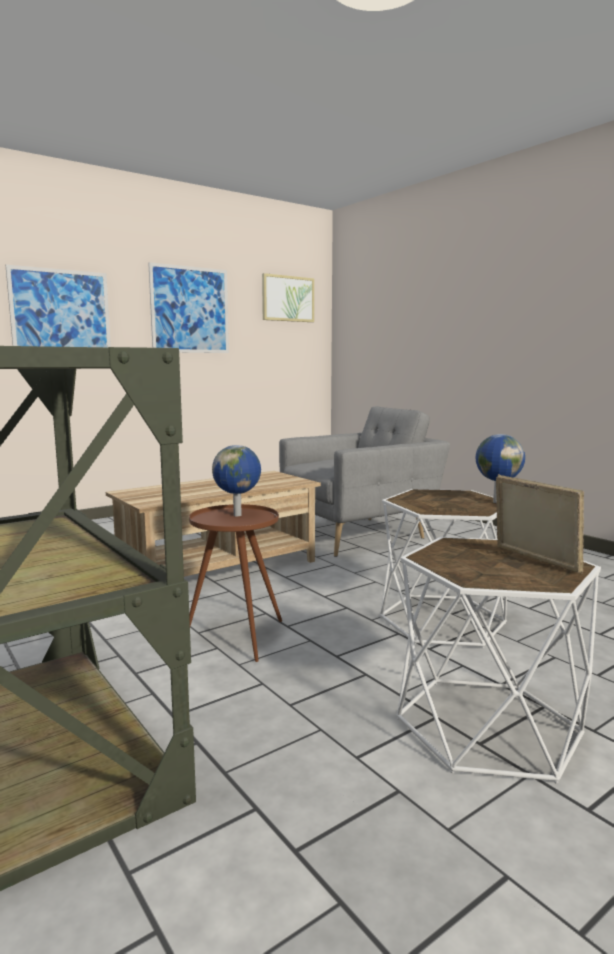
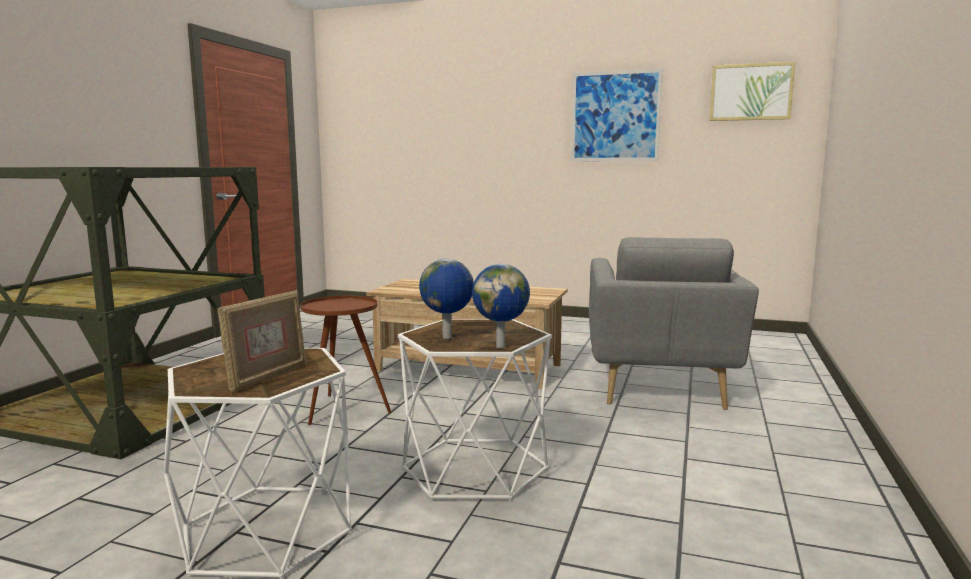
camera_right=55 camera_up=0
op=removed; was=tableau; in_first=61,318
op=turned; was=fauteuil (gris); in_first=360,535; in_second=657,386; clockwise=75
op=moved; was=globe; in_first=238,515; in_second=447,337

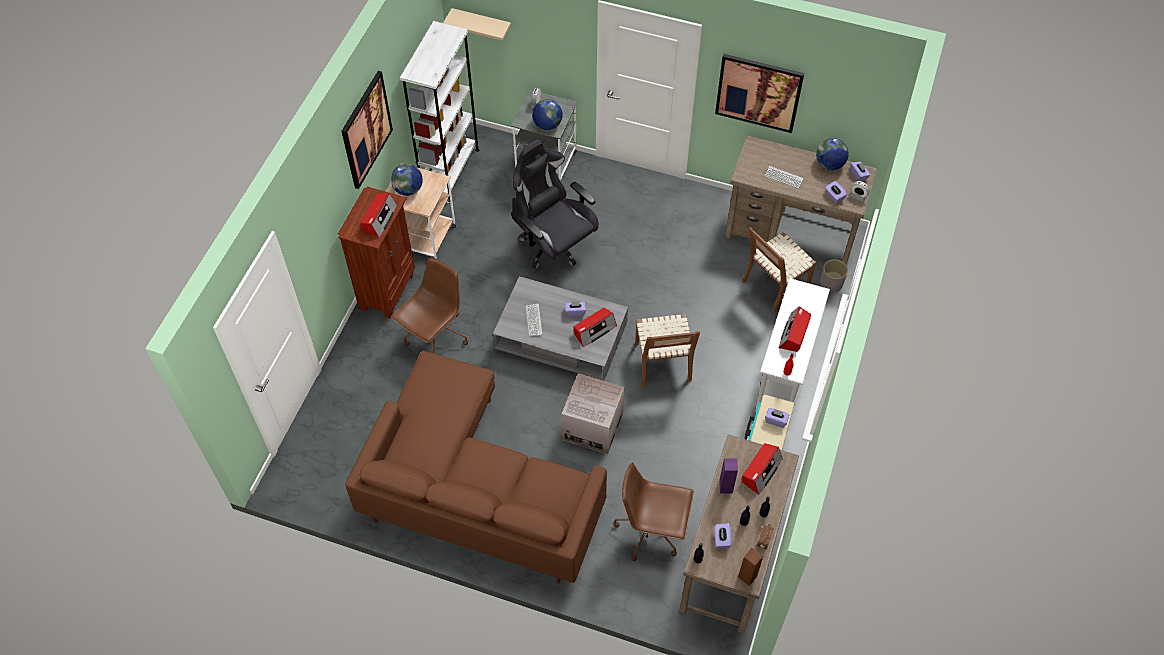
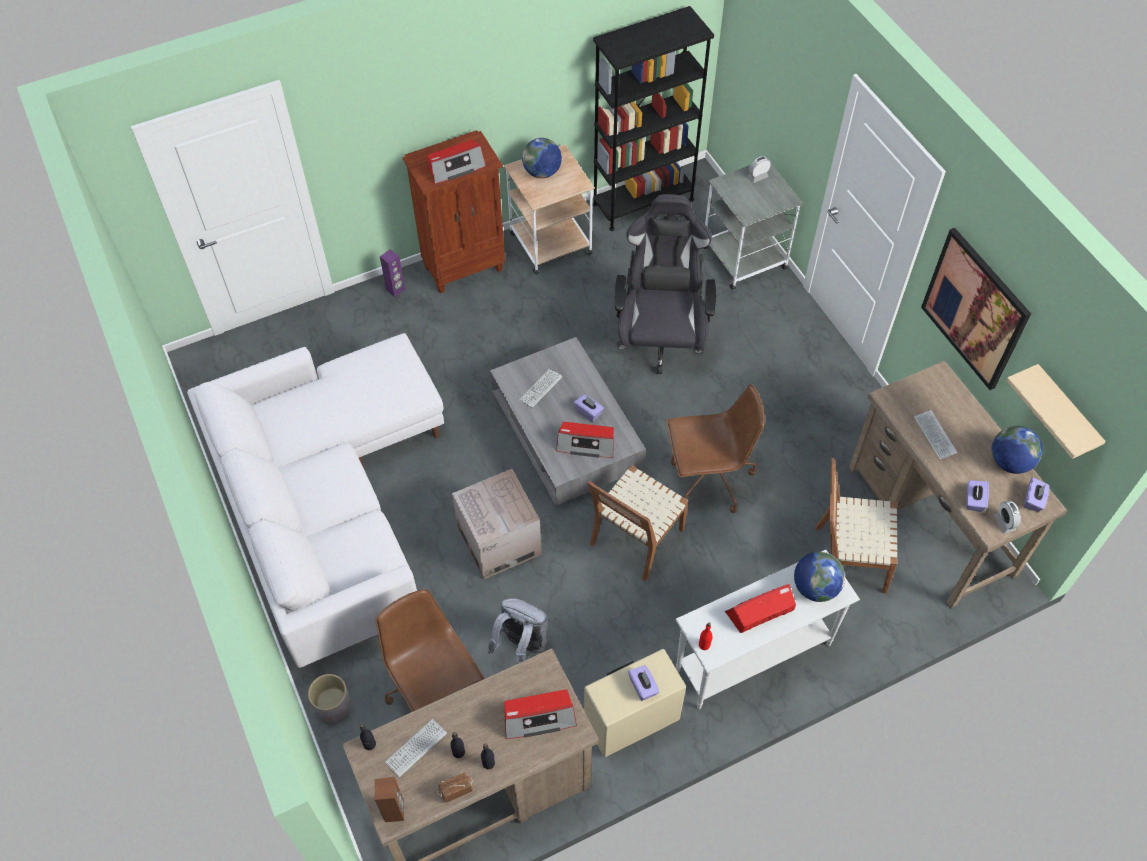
camera_right=45 camera_up=0
op=moved; was=étagère (beige); in_first=481,24; in_second=1064,413
op=recoloured; was=bibliothèque (blanc); now=bibliothèque (noir); in_first=450,172; in_second=643,202
op=removed; was=tableau; in_first=366,130
op=moved; was=globe; in_first=547,125; in_second=815,587
op=moved; was=chaise de bureau (marron); in_first=435,338; in_second=707,480
op=moved; was=cache-pot (gris); in_first=831,284; in_second=333,706
op=recoloured; was=canapé (marron); now=canapé (blanc); in_first=474,489; in_second=331,504
op=moved; was=enceinte (violet); in_first=726,487; in_second=396,289
op=replaced; was=boîte à mouchoirs (violet); now=clavier; in_first=722,539; in_second=416,748
op=added; now=sac à dos (gris); in_second=521,647

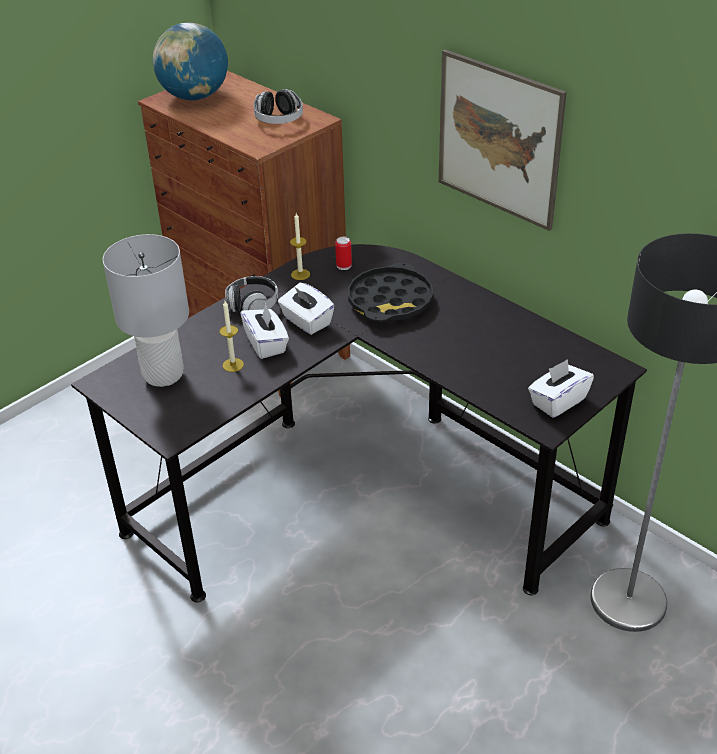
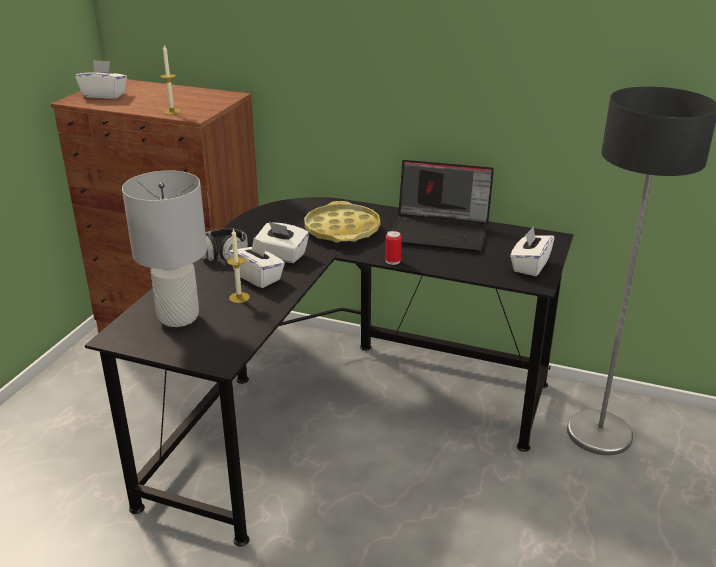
camera_right=-25 camera_up=-10
op=replaced; was=globe; now=boîte à mouchoirs (blanc); in_first=195,96; in_second=104,95
op=removed; was=tableau; in_first=499,139
op=removed; was=casque audio; in_first=279,120
op=moved; was=bougie; in_first=300,274; in_second=172,112
op=moved; was=boîte métallique; in_first=344,266; in_second=393,261
op=recoloured; was=plateau (noir); now=plateau (jaune); in_first=390,301; in_second=342,229
op=added; now=ordinateur portable; in_second=441,232

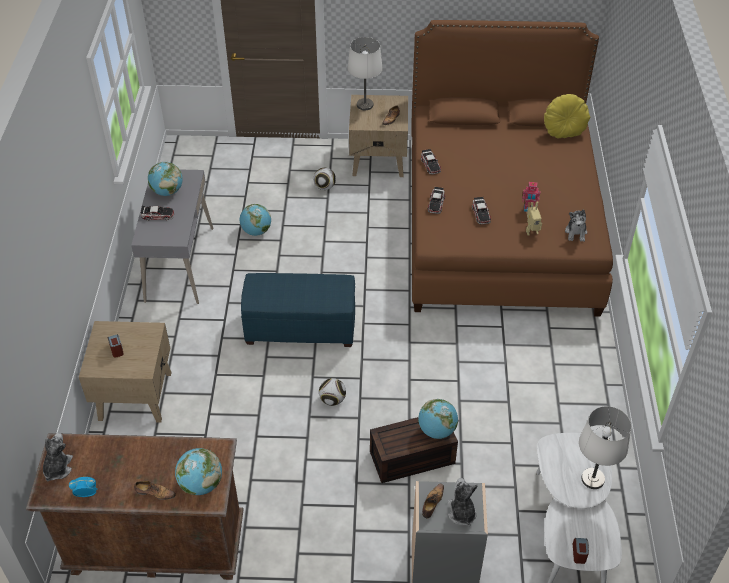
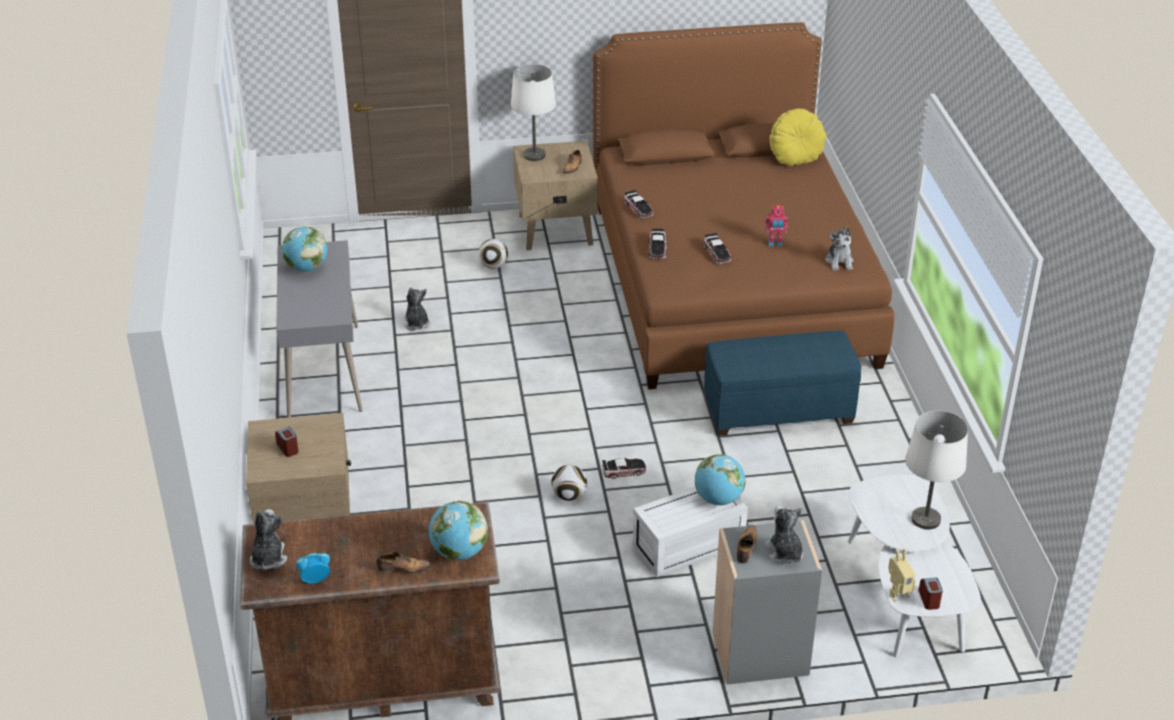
camera_right=-10 camera_up=-10
op=moved; was=robot jouet; in_first=531,231; in_second=897,593
op=replaced; was=globe; now=peluche; in_first=256,231; in_second=416,324
op=moved; was=petite voiture; in_first=158,215; in_second=623,471
op=moved; was=pouf (bleu); in_first=301,327; in_second=778,409
op=recoloured; was=boîte de rangement (marron); now=boîte de rangement (blanc); in_first=411,459; in_second=688,546

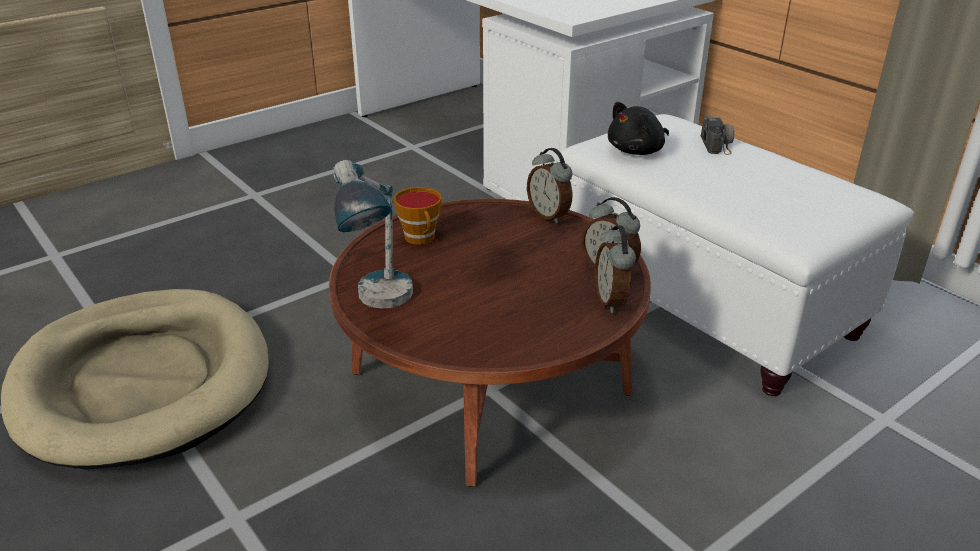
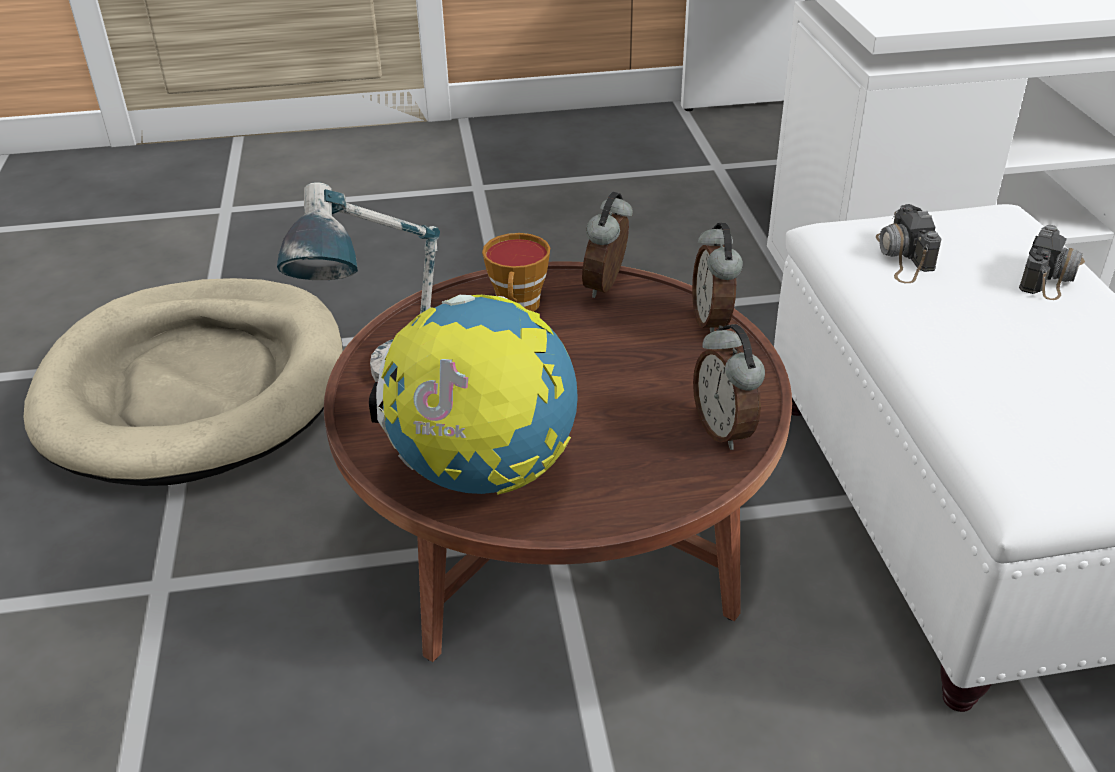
camera_right=30 camera_up=5
op=replaced; was=peluche (noir); now=appareil photo; in_first=637,151; in_second=903,256
op=moved; was=réveil; in_first=611,301; in_second=608,286
op=added; now=globe; in_second=483,472

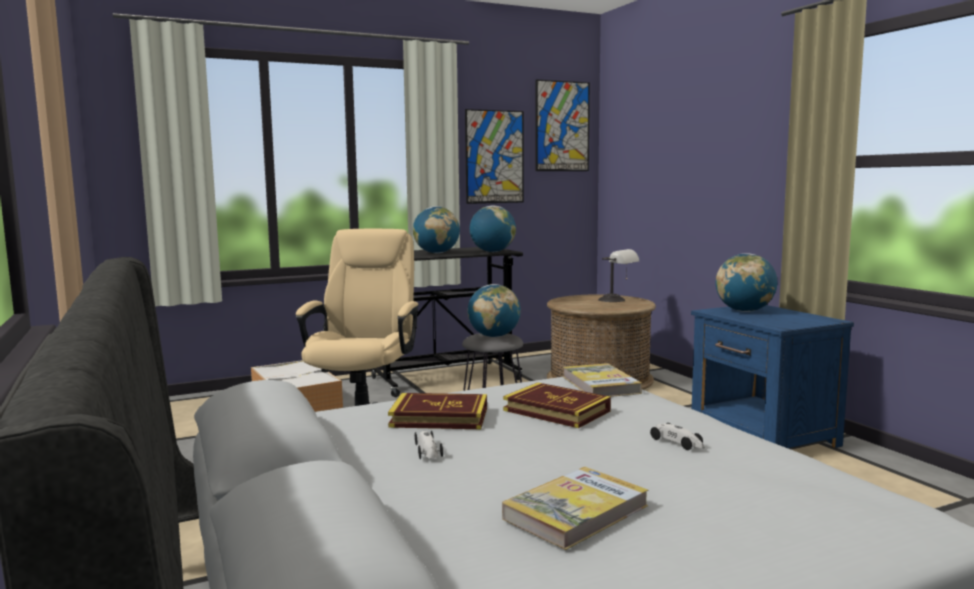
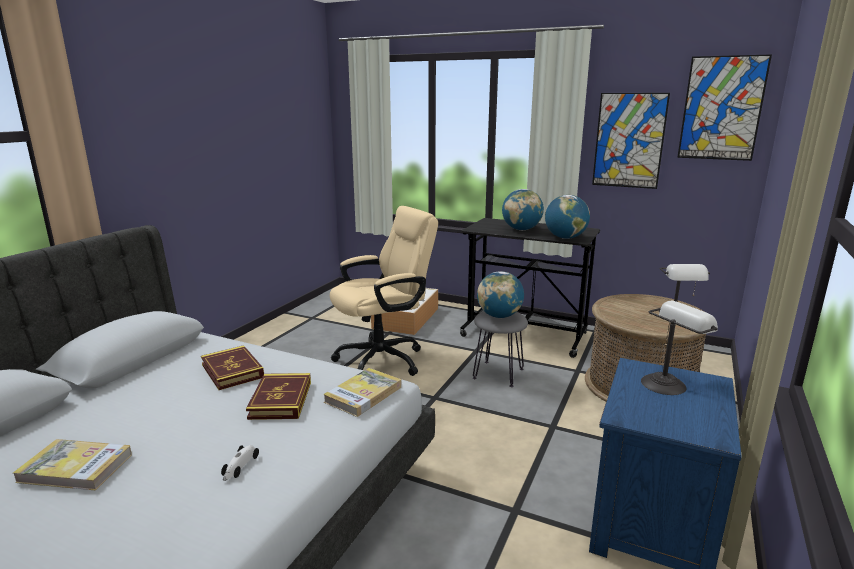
camera_right=50 camera_up=10
op=replaced; was=globe; now=lampe de table; in_first=744,311; in_second=668,381
op=removed; was=petite voiture; in_first=427,450

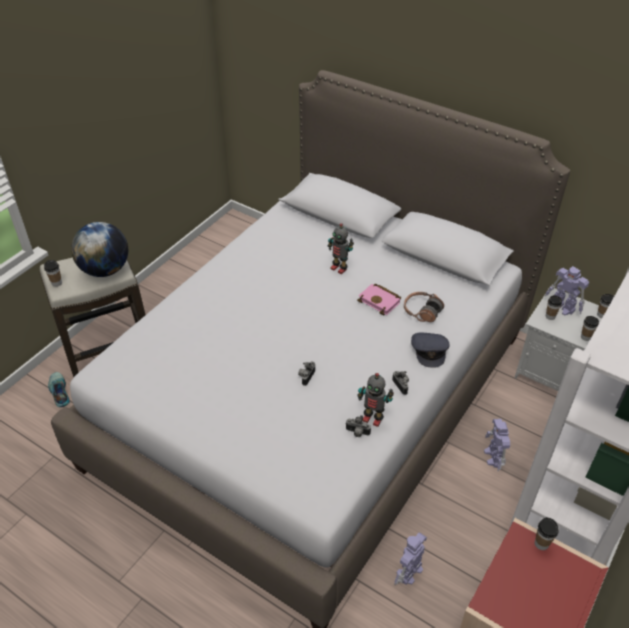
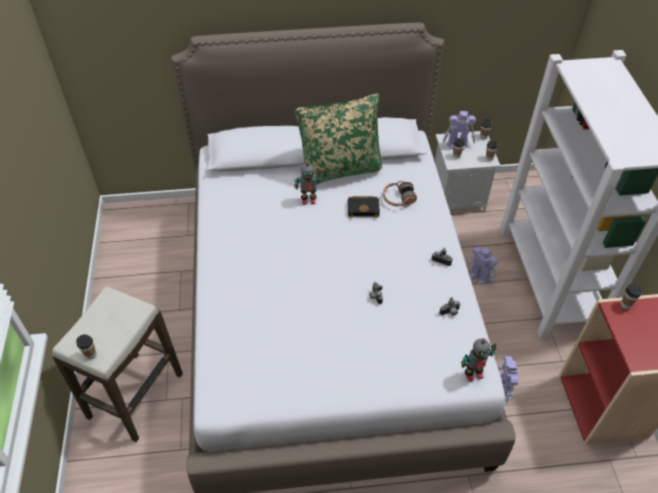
camera_right=-40 camera_up=5
op=removed; was=globe; in_first=105,270
op=recoloured; was=livre (rose); now=livre (noir); in_first=380,301; in_second=364,208
op=removed; was=casquette (gris); in_first=429,351
op=removed; was=chaussure; in_first=58,392
op=moved; was=robot jouet; in_first=372,418; in_second=473,374
op=added; now=coussin (vert); in_second=341,171

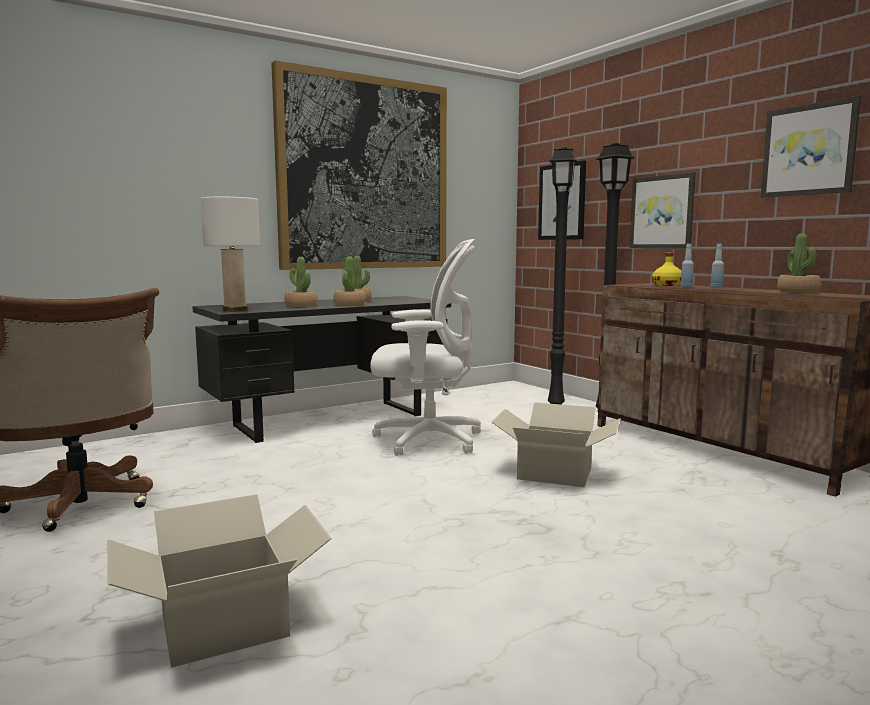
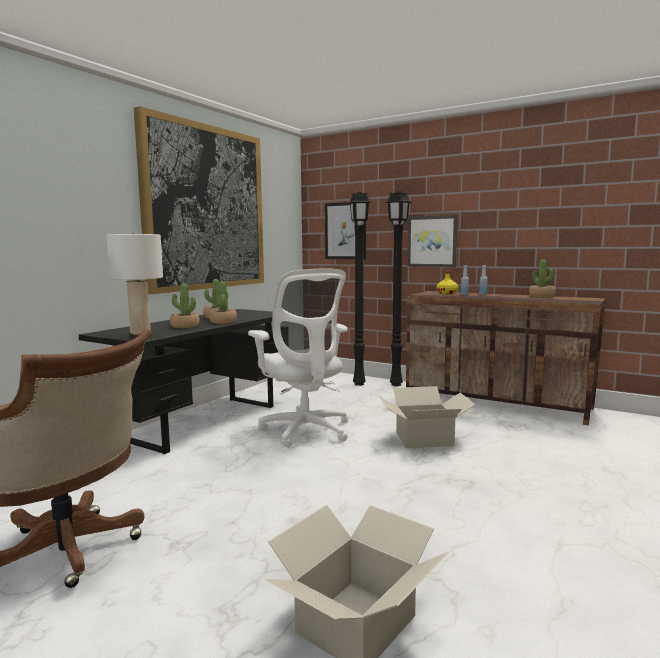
camera_right=-25 camera_up=0
op=removed; was=tableau; in_first=809,150
op=turned; was=chaise de bureau (blanc); in_first=422,441; in_second=302,429; clockwise=90

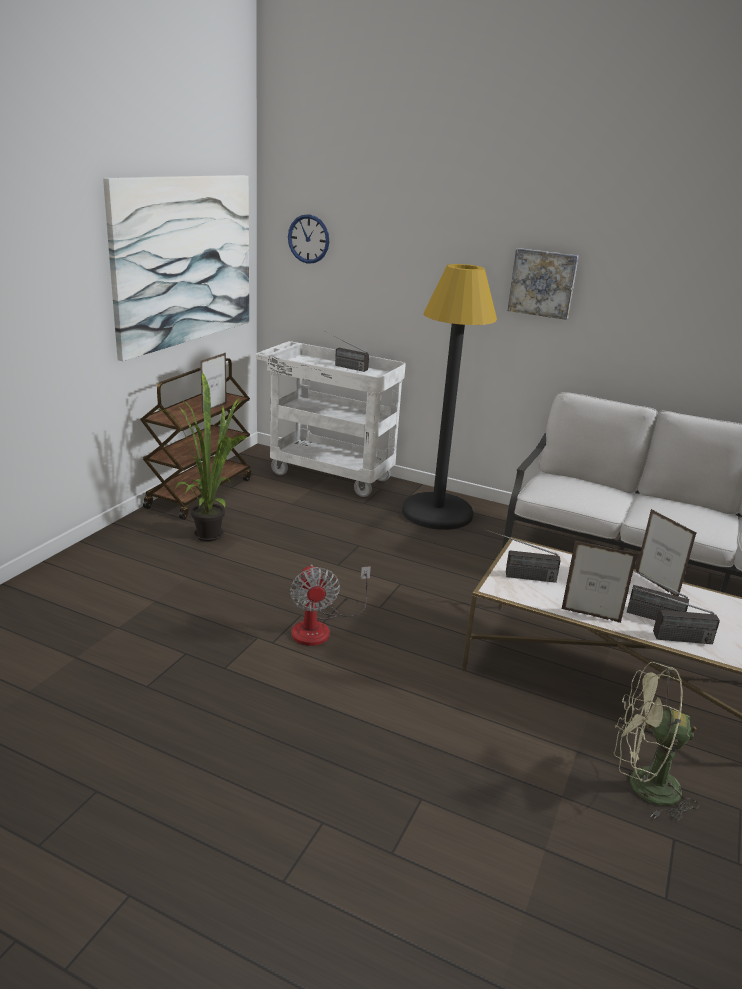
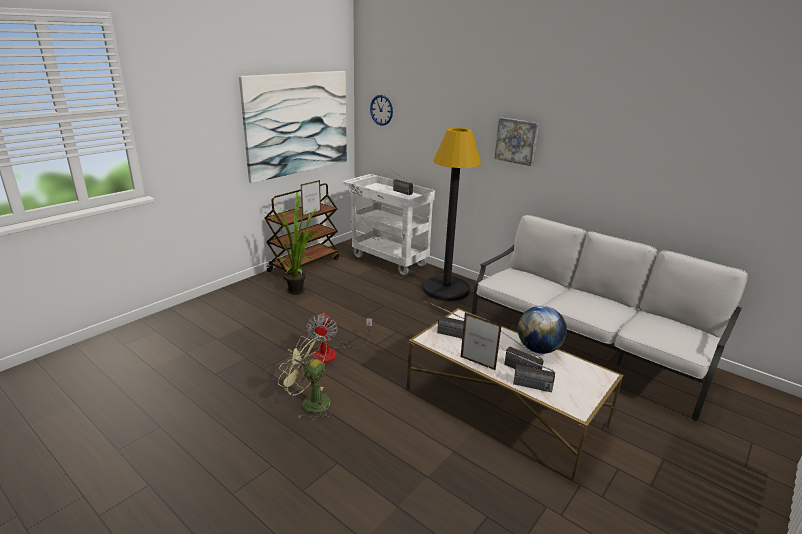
camera_right=15 camera_up=0
op=replaced; was=cadre photo; now=globe; in_first=656,585; in_second=538,349
op=moved; was=ventilateur (vert); in_first=642,786; in_second=309,402

